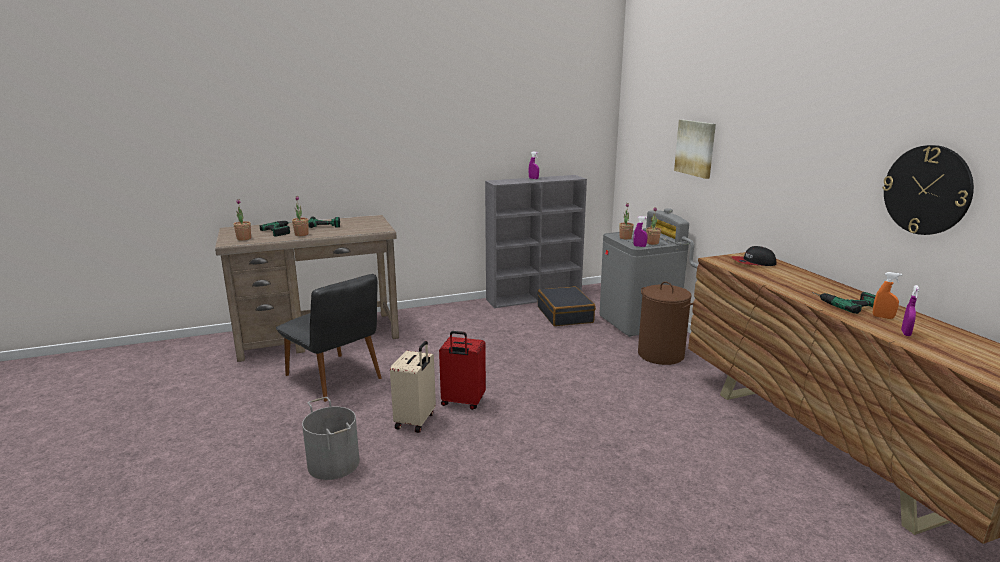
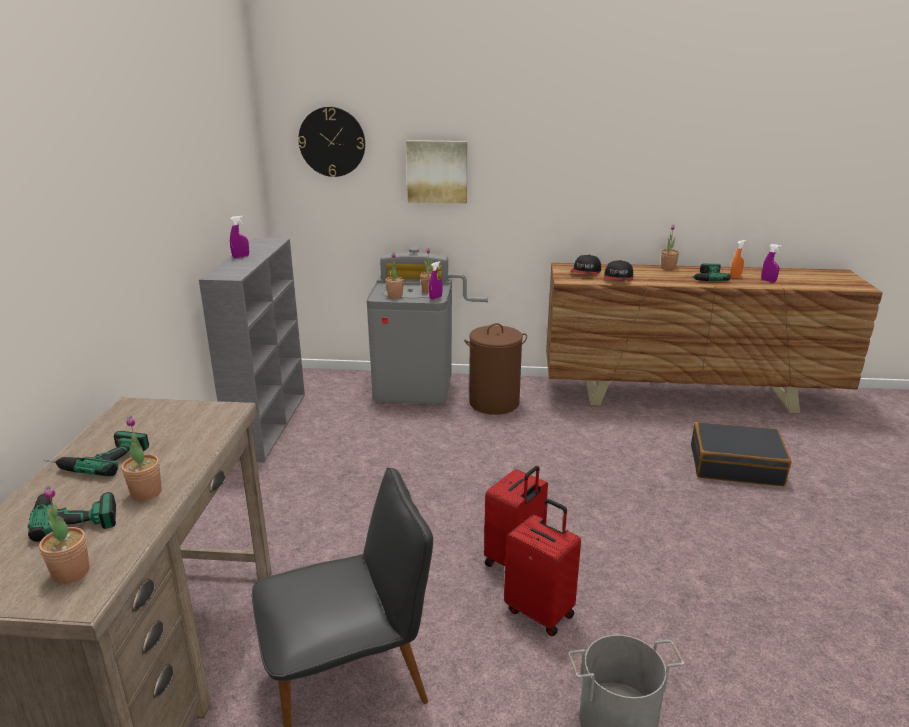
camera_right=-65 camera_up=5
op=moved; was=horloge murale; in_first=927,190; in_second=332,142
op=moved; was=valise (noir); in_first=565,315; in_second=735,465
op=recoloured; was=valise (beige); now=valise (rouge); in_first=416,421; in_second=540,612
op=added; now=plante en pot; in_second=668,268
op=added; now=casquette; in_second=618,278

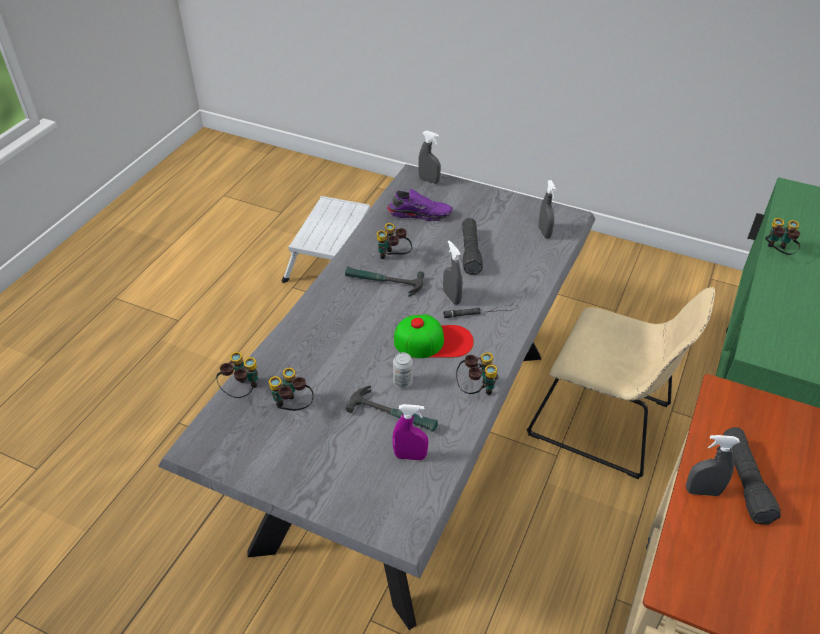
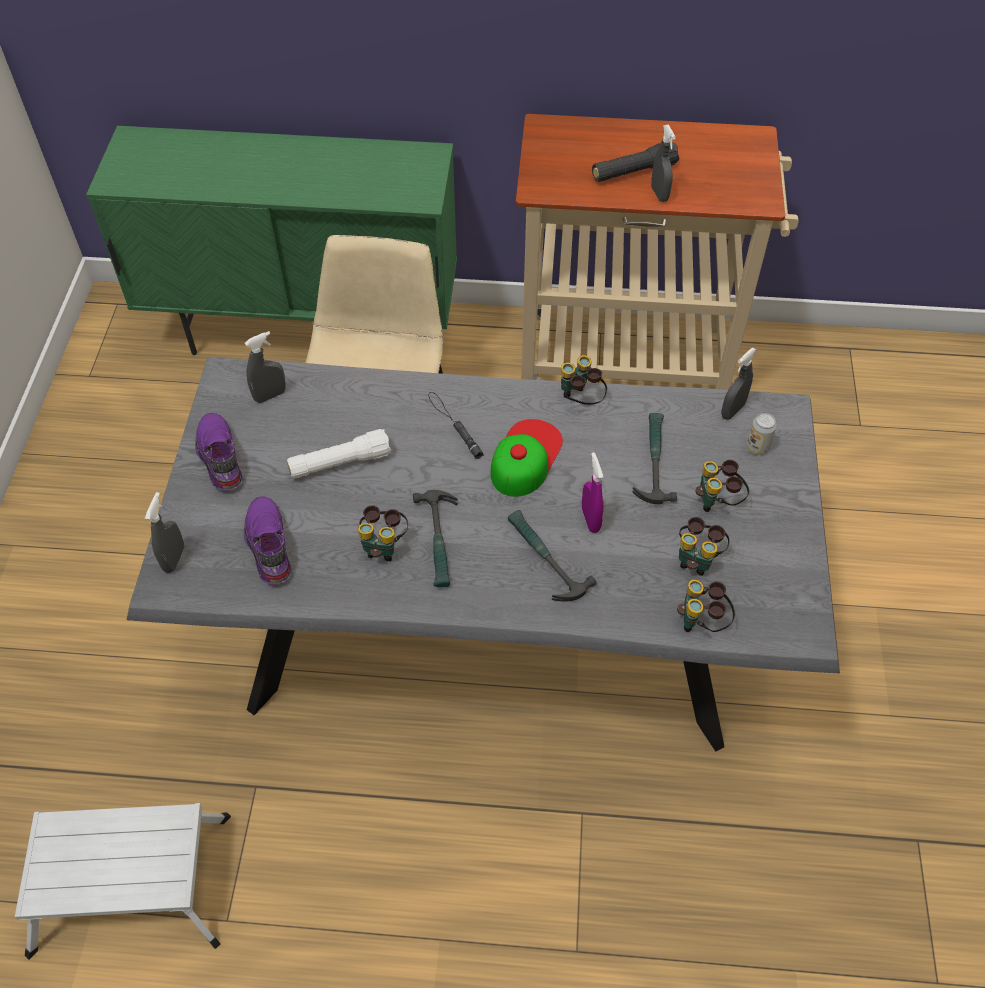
camera_right=-110 camera_up=10
op=recoloured; was=lampe de poche (noir); now=lampe de poche (blanc); in_first=470,252; in_second=340,463
op=moved; was=jumelles; in_first=776,253; in_second=718,501
op=moved; was=vaporisateur (gris); in_first=452,297; in_second=732,410
op=turned; was=casquette; in_first=433,341; in_second=525,457; clockwise=45
op=moved; was=boîte métallique; in_first=403,382; in_second=757,447
op=moved; was=vaporisateur (violet); in_first=410,456; in_second=590,519
op=added; now=chaussure (violet); in_second=218,457
op=added; now=marteau; in_second=544,559

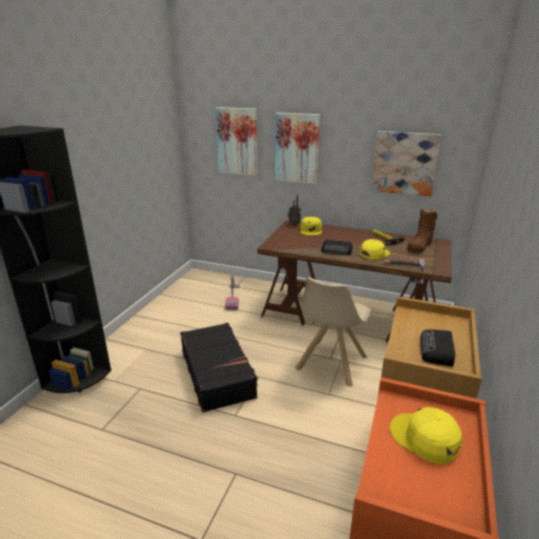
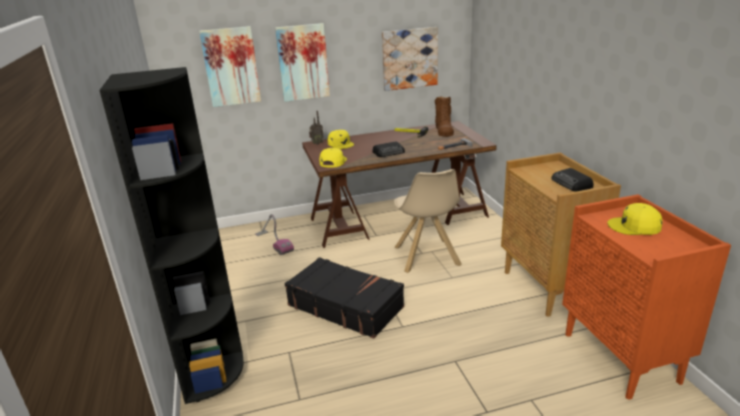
camera_right=-35 camera_up=0
op=moved; was=casquette (jaune); in_first=374,253; in_second=333,162

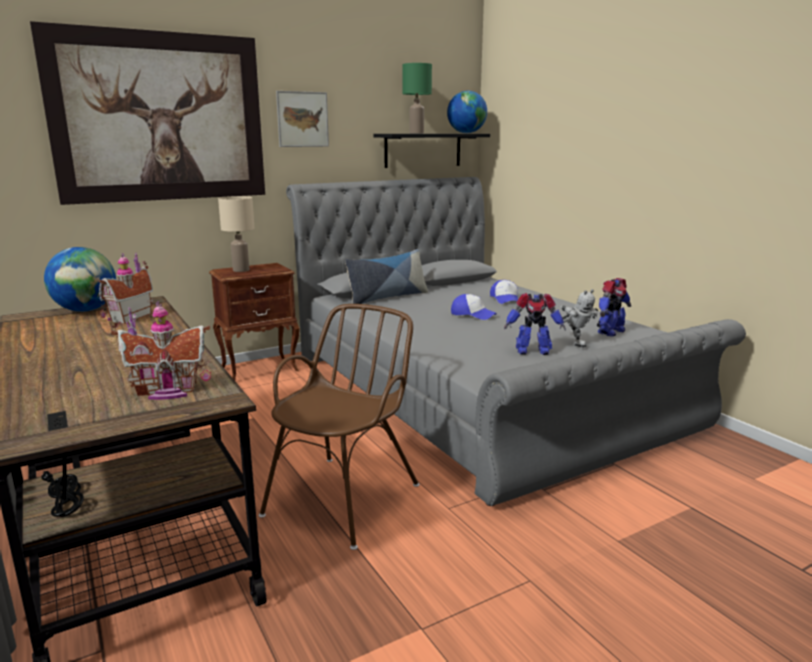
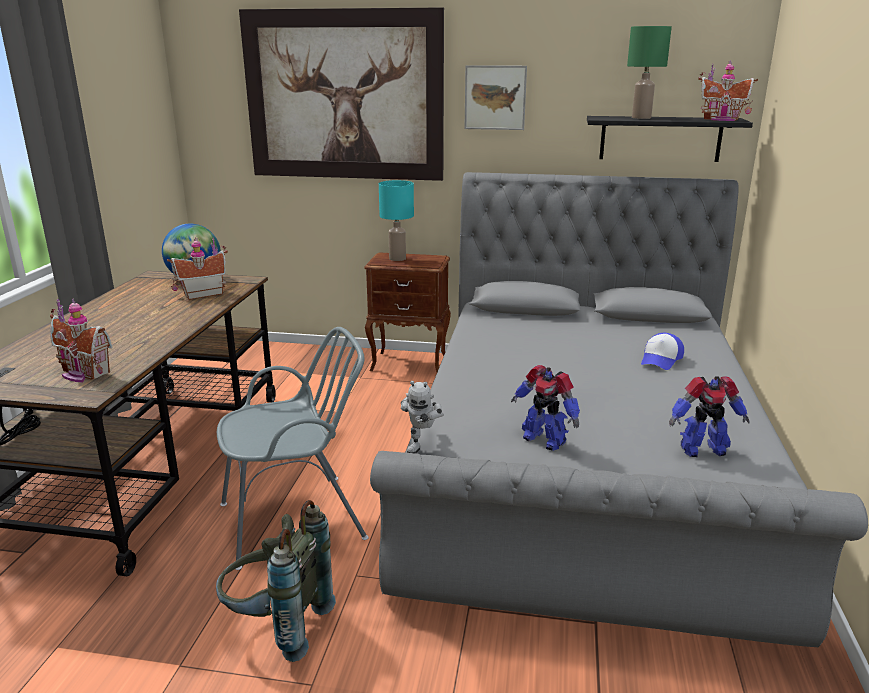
camera_right=40 camera_up=5
op=replaced; was=globe; now=maison miniature; in_first=466,133; in_second=721,119
op=recoloured; was=lampe de table (beige); now=lampe de table (turquoise); in_first=241,270; in_second=397,258
op=removed; was=coussin; in_first=387,297
op=moved; was=robot jouet; in_first=575,343; in_second=422,445
op=removed; was=casquette; in_first=472,314
op=recoloured; was=chaise (marron); now=chaise (gris); in_first=345,495; in_second=298,518
op=added; now=sac à dos (gris); in_second=277,626

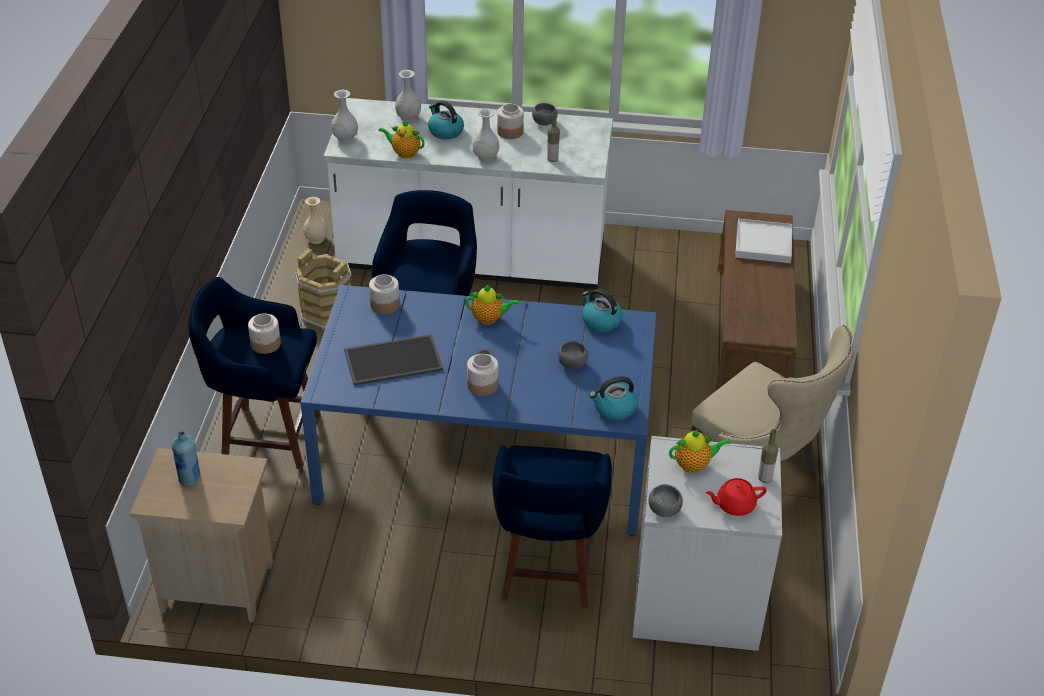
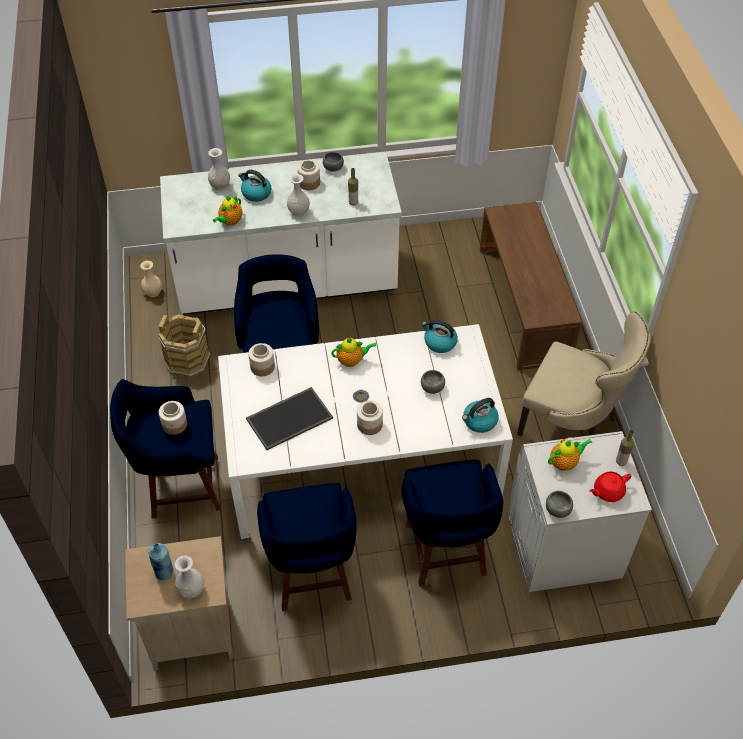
camera_right=-15 camera_up=10
op=moved; was=vase (blanc); in_first=345,138; in_second=191,589
op=turned; was=théière; in_first=404,153; in_second=230,222; clockwise=-60
op=removed; was=plateau (blanc); in_first=763,243
op=recoloured; was=table à manger (bleu); now=table à manger (blanc); in_first=485,457; in_second=361,463
op=added; now=tabouret (bleu); in_second=312,577

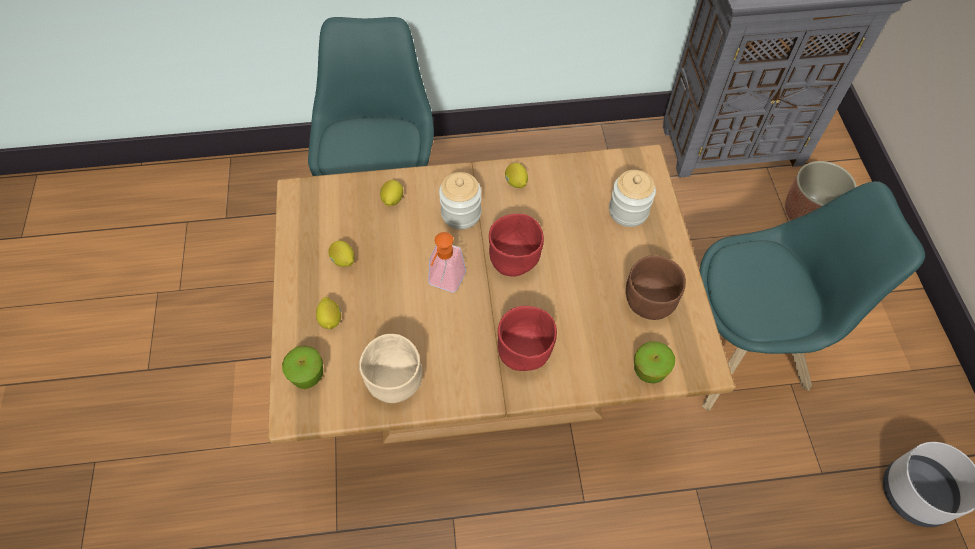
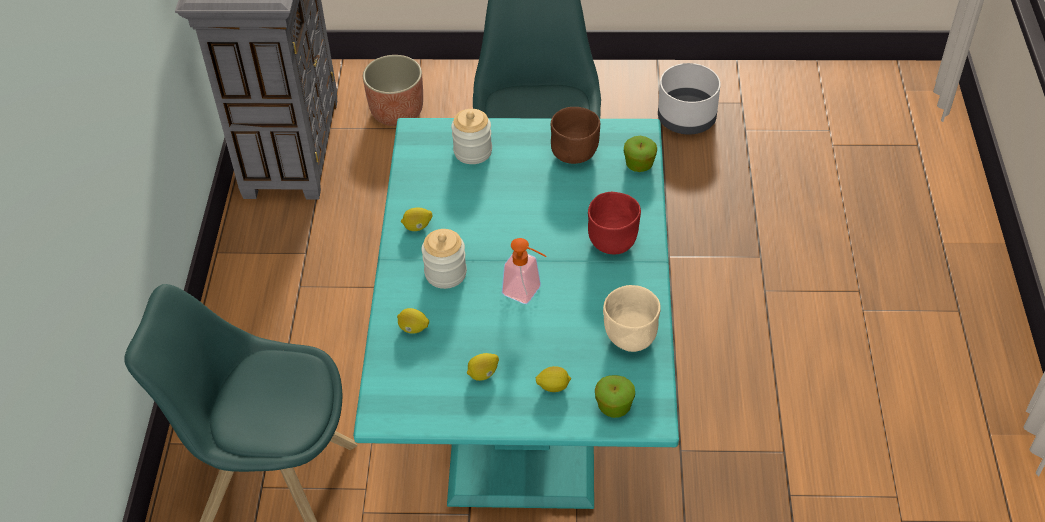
camera_right=-80 camera_up=-10
op=recoloured; was=table à manger (marron); now=table à manger (turquoise); in_first=487,375; in_second=527,403
op=removed; was=bol (rouge); in_first=515,261

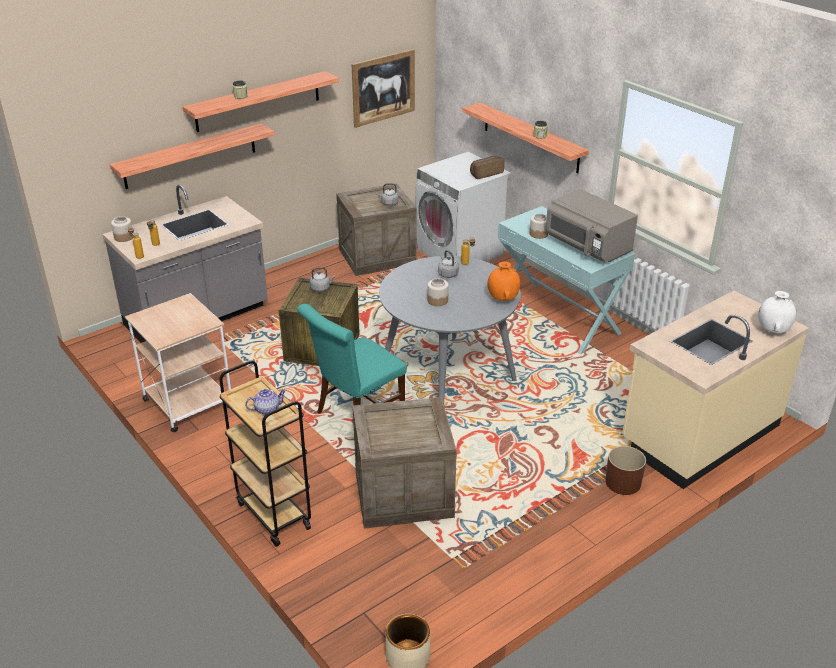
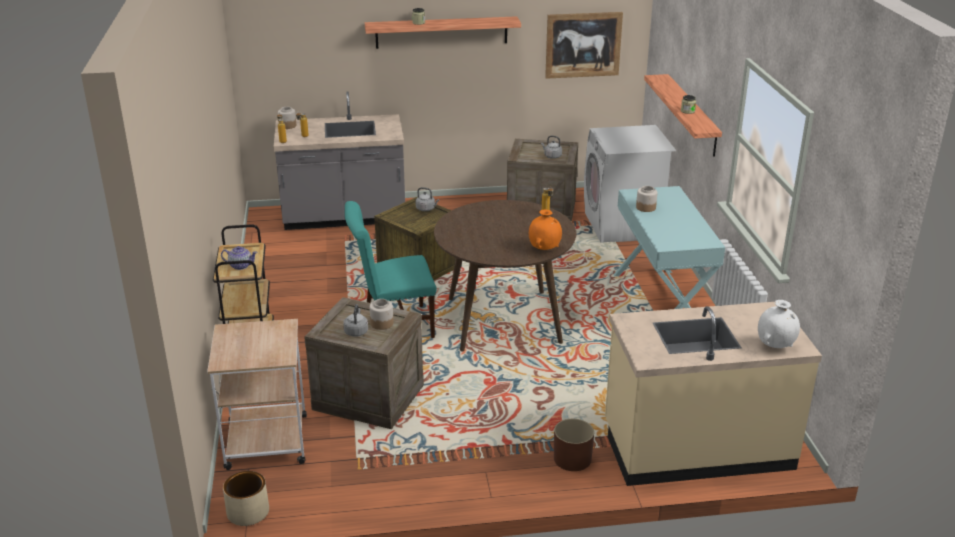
camera_right=30 camera_up=-5
op=removed; was=étagère; in_first=190,156
op=removed; was=pain; in_first=485,173
op=removed; was=micro-ondes (gris); in_first=588,247
op=moved; was=bouilloire (gris); in_first=447,274; in_second=356,331
op=recoloured; was=table à manger (gris); now=table à manger (marron); in_first=447,375; in_second=503,320
op=moved; was=bocal; in_first=437,300; in_second=382,323
op=moved; was=chariot (beige); in_first=188,402; in_second=266,440

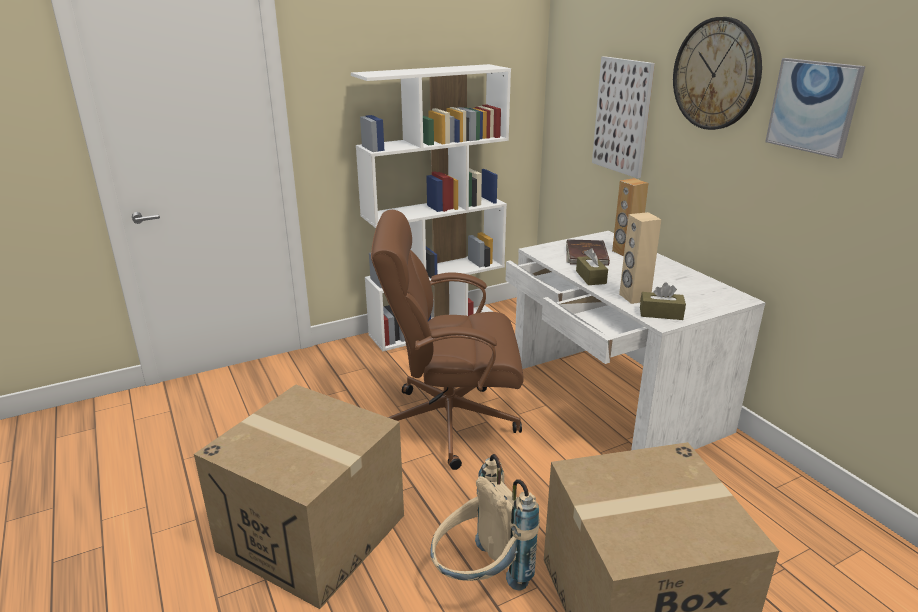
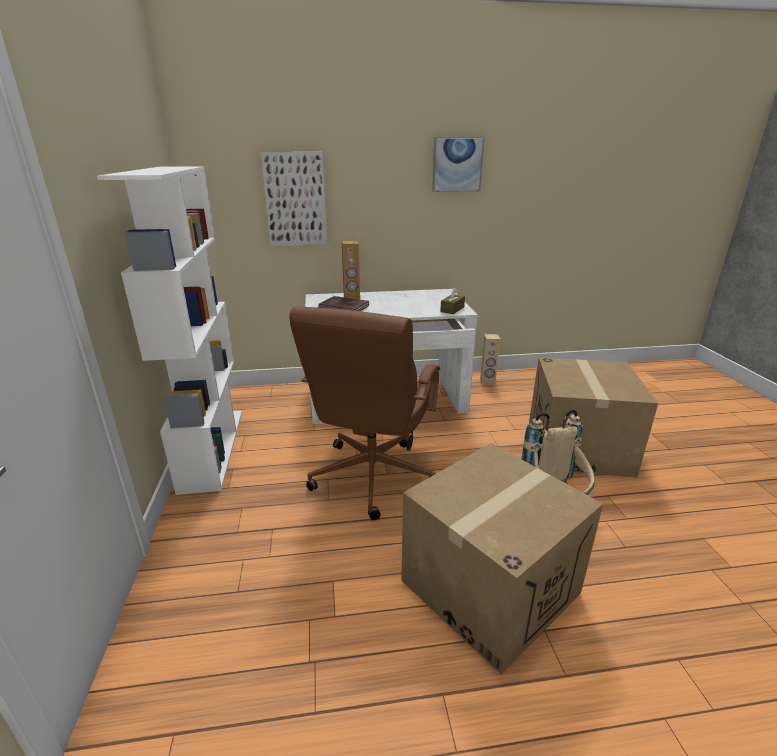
camera_right=-70 camera_up=0
op=removed; was=horloge murale; in_first=716,74
op=moved; was=enceinte (beige); in_first=634,297; in_second=487,382
op=removed; was=boîte à mouchoirs (marron); in_first=591,277

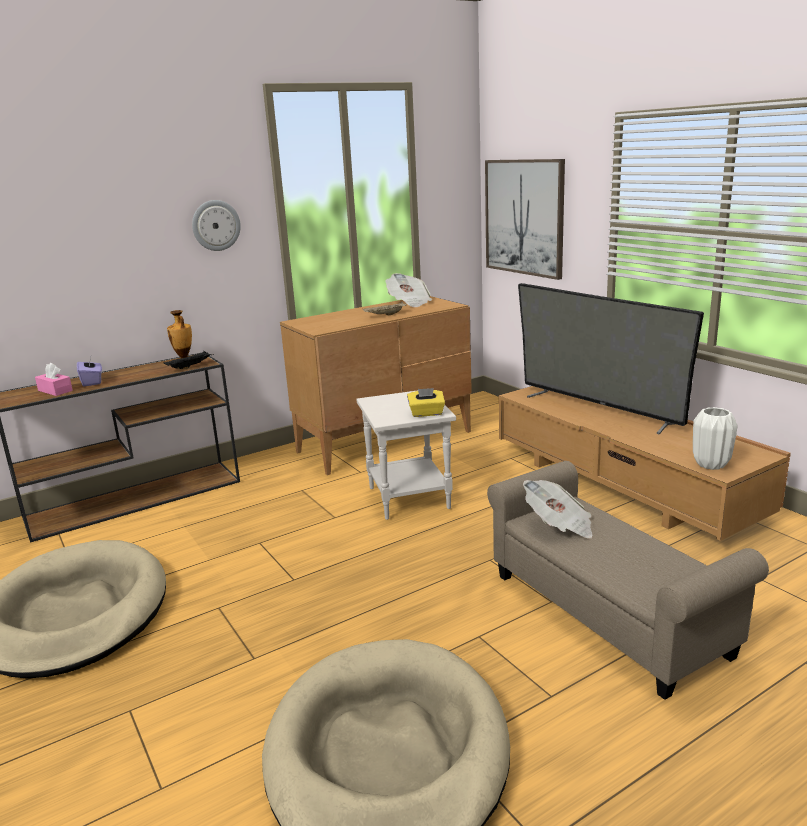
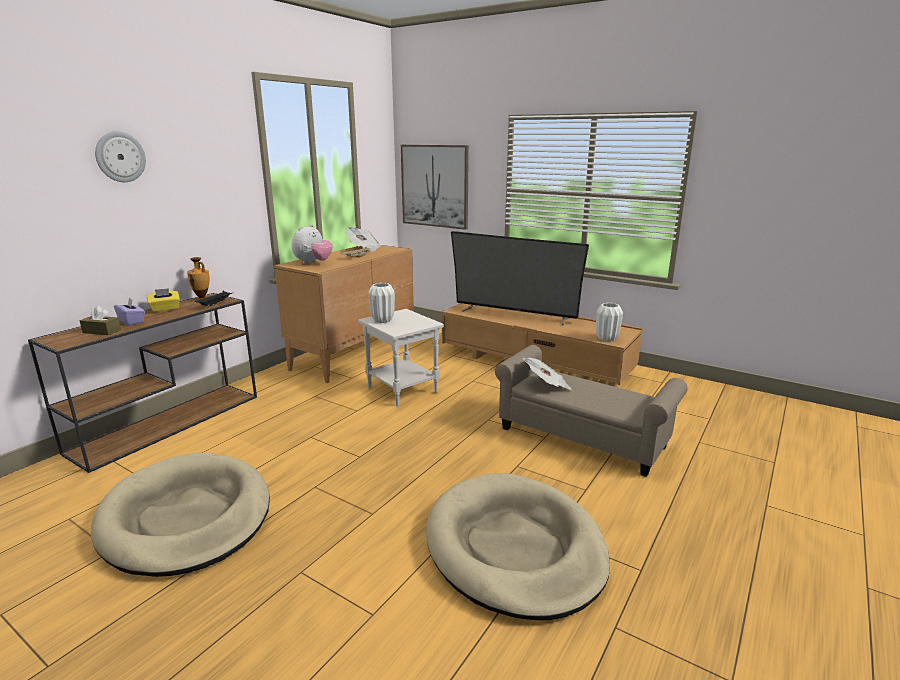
camera_right=-25 camera_up=0
op=moved; was=horloge murale; in_first=216,225; in_second=120,157
op=recoloured; was=boîte à mouchoirs (rose); now=boîte à mouchoirs (marron); in_first=55,390; in_second=102,331
op=moved; was=boîte à mouchoirs (jaune); in_first=426,413; in_second=165,309
op=added; now=peluche; in_second=313,263
op=added; now=vase (blanc); in_second=383,320

